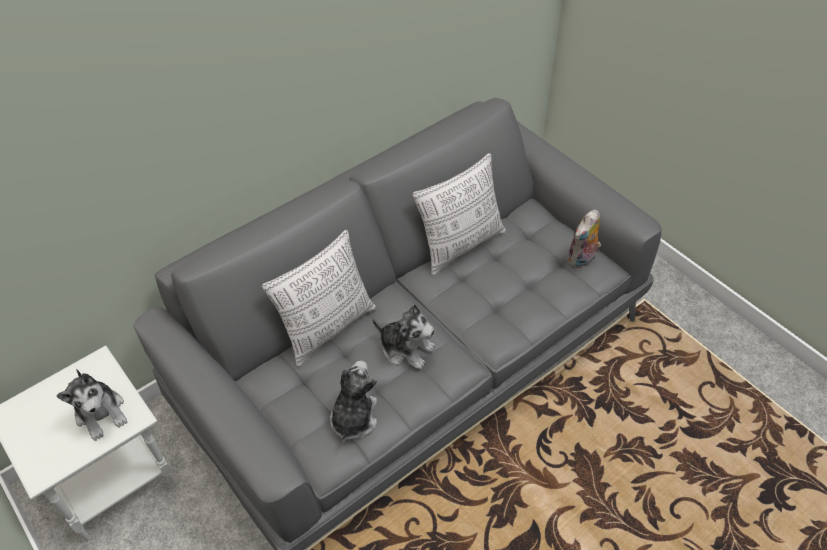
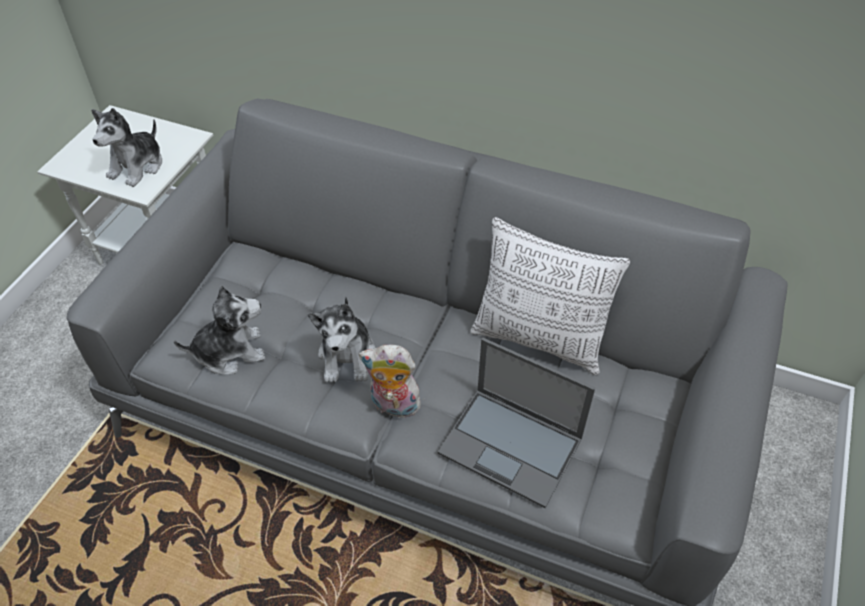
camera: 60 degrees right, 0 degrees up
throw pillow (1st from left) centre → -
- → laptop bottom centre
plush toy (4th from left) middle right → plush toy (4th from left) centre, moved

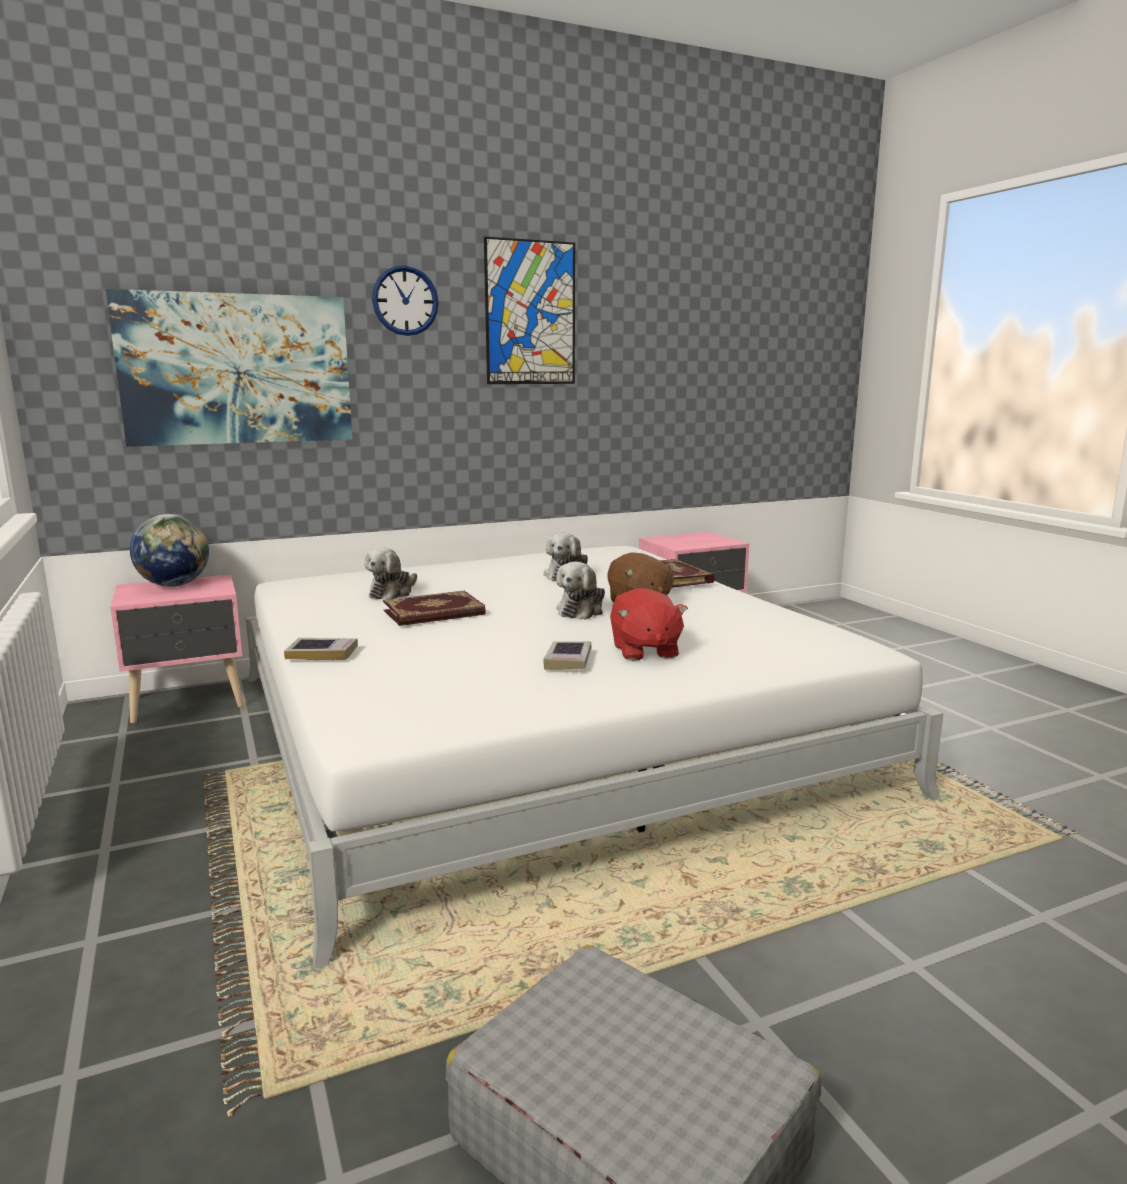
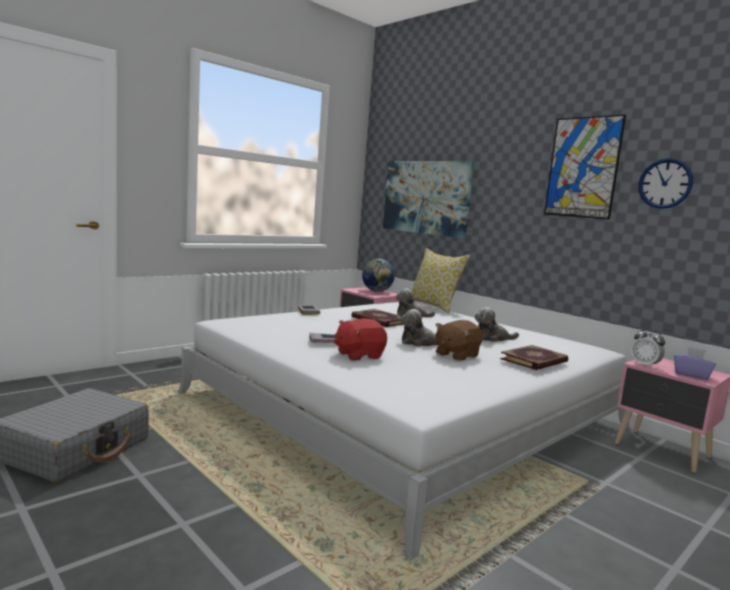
camera: 70 degrees right, 5 degrees down
- → throw pillow centre
- → bedside clock middle right
- → purple-coloured box of tissues middle right
hanging clock top centre → hanging clock top right, moved

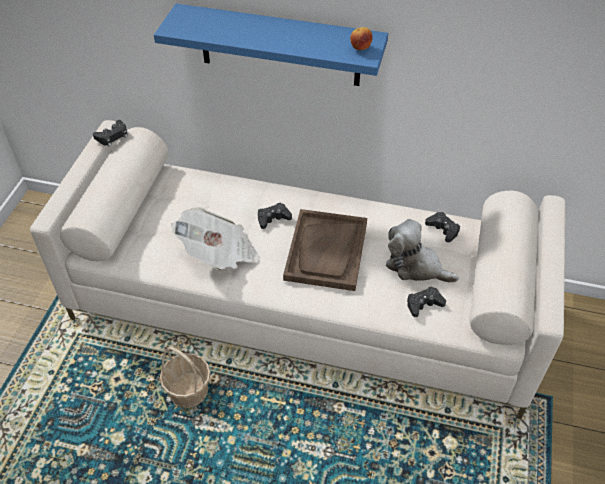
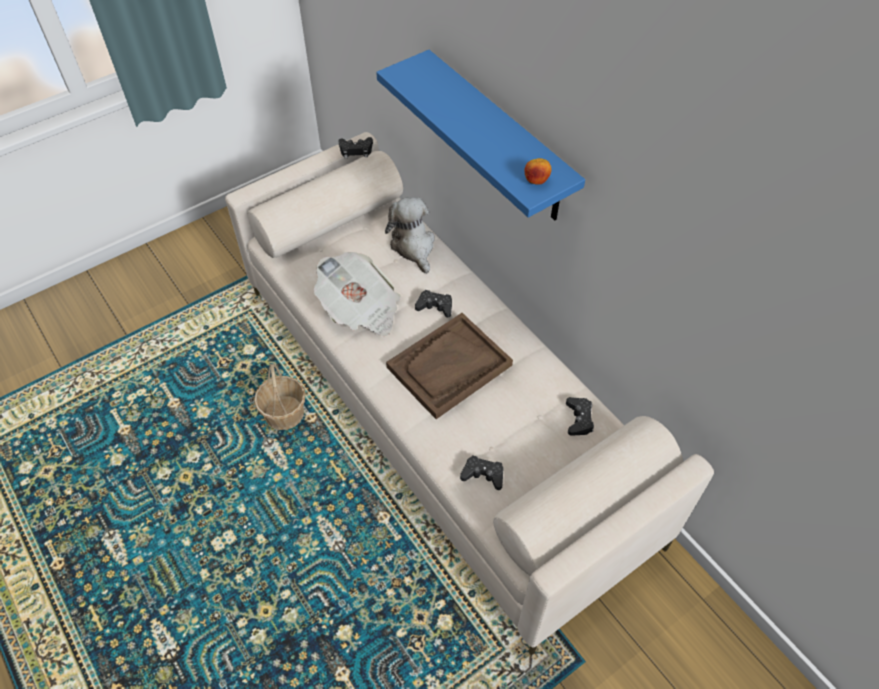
camera: 40 degrees right, 5 degrees up
plush toy middle right → plush toy centre, moved

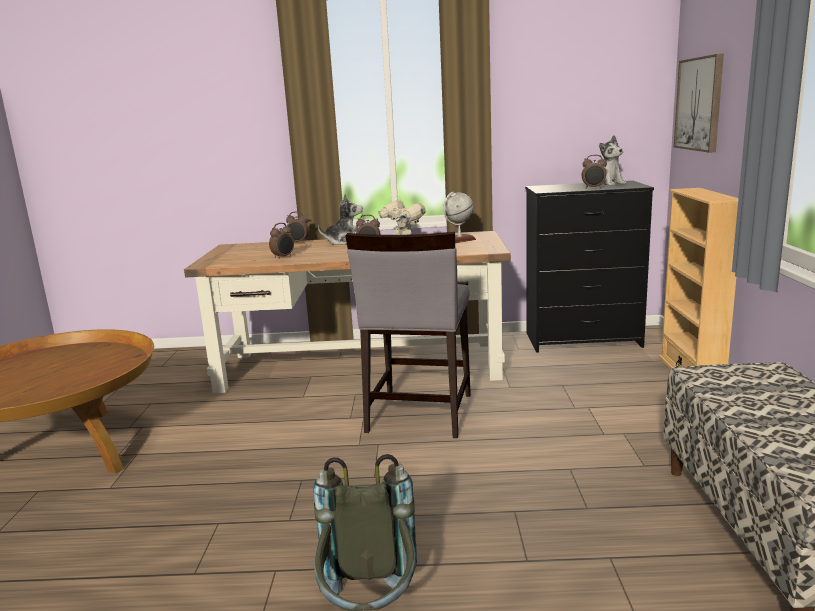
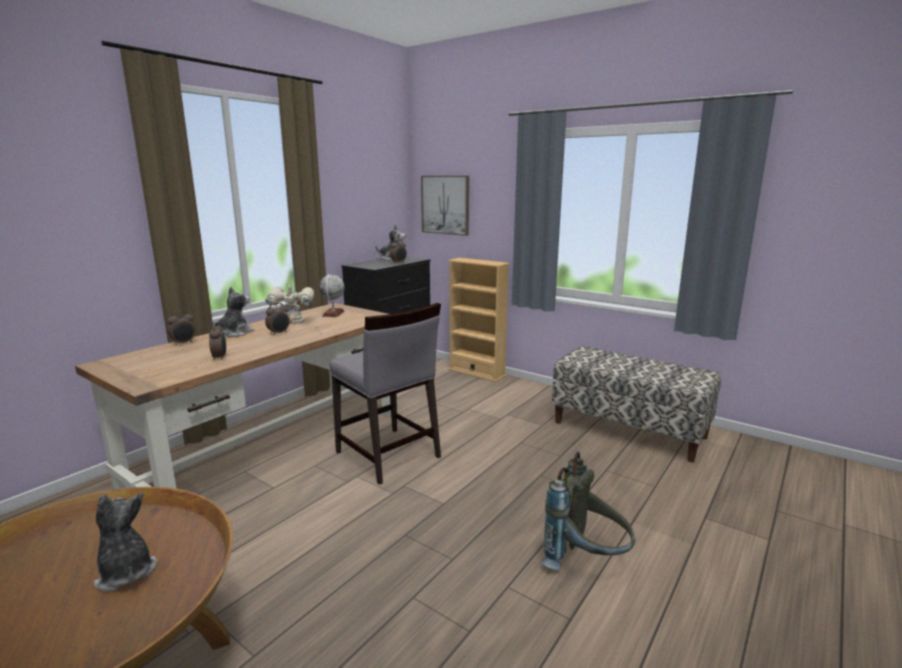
camera: 55 degrees left, 0 degrees up
- → plush toy (1st from left) bottom left

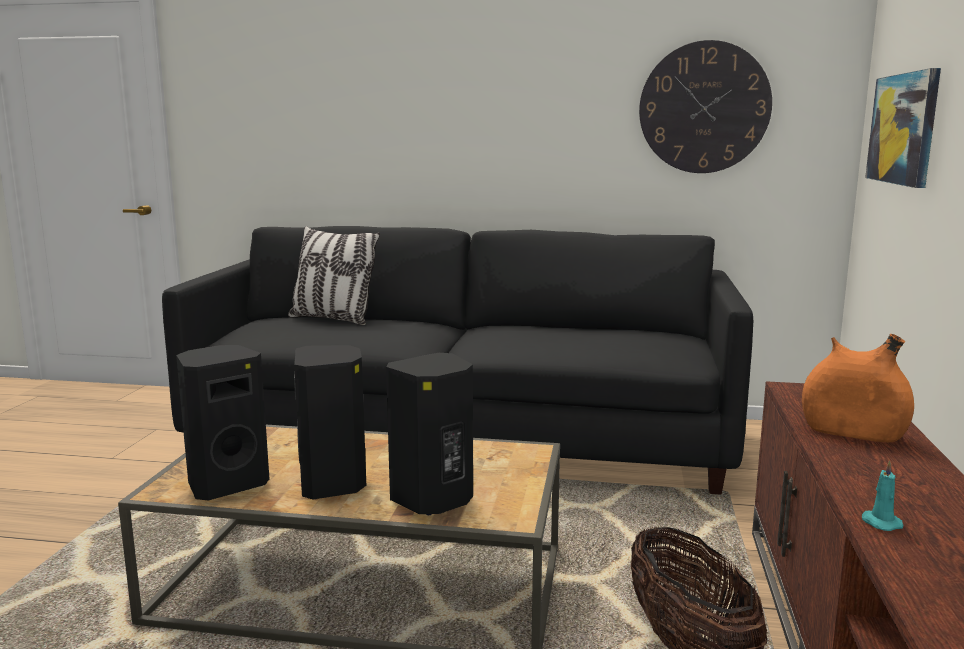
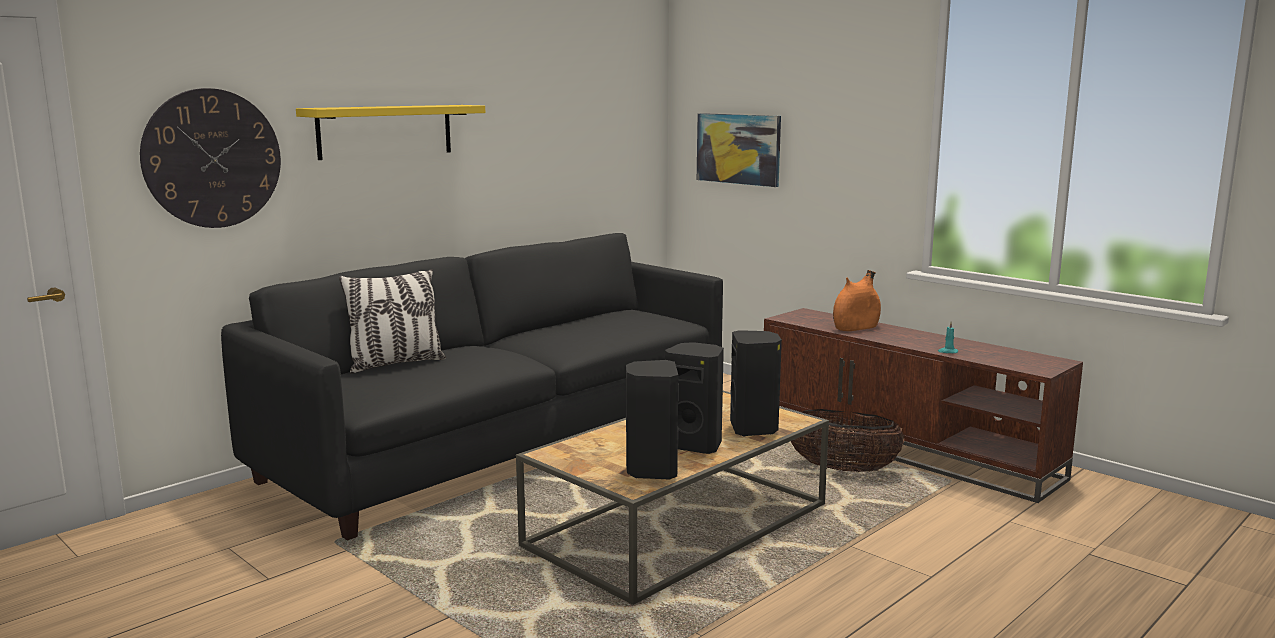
camera: 55 degrees left, 0 degrees up
- → yellow shelf top left
hanging clock top right → hanging clock top left, moved

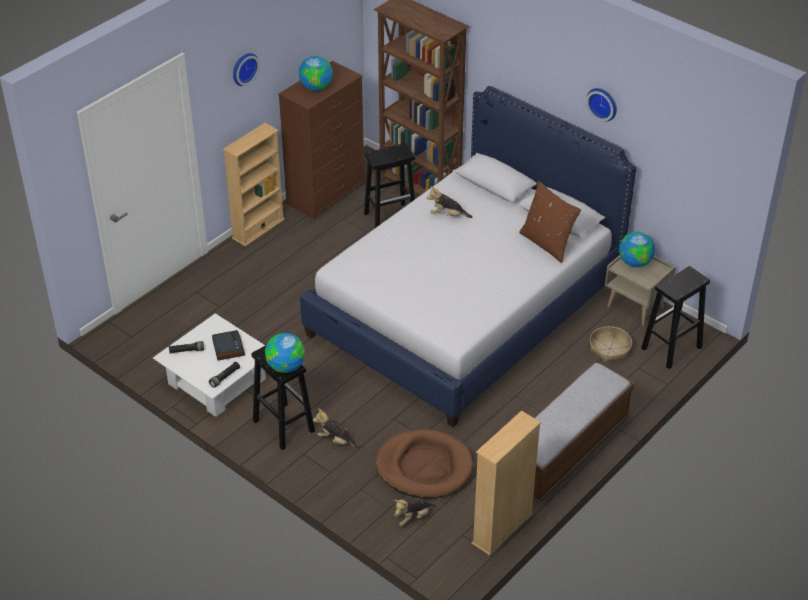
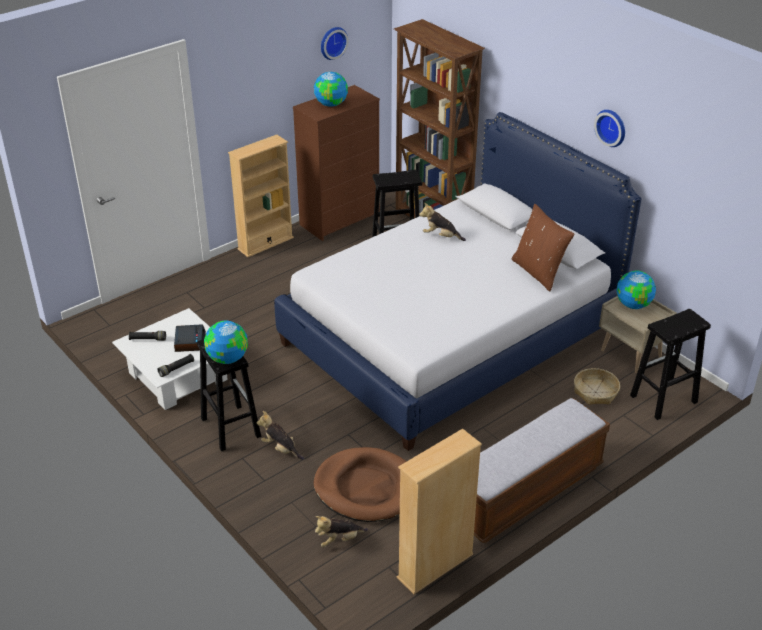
camera: 10 degrees right, 5 degrees down
hanging clock (1st from left) top left → hanging clock (1st from left) top centre, moved

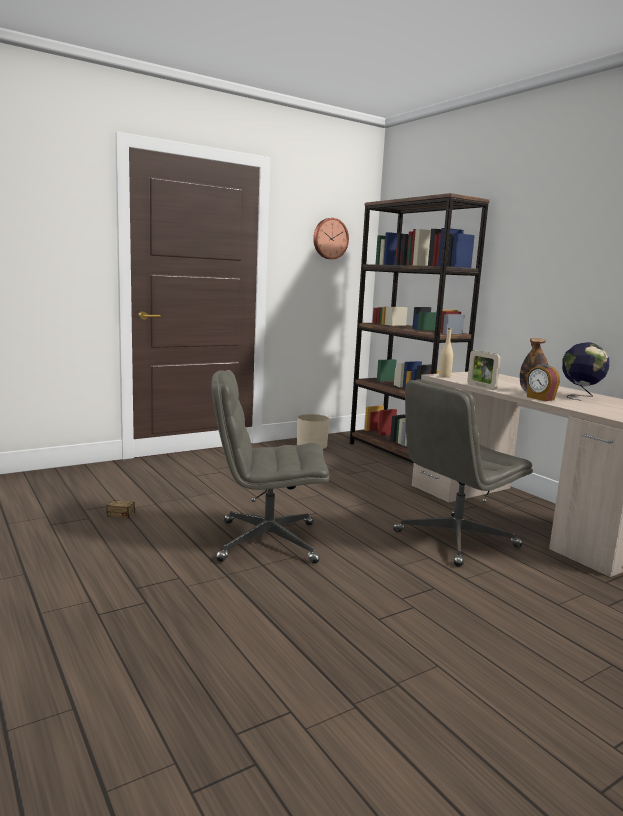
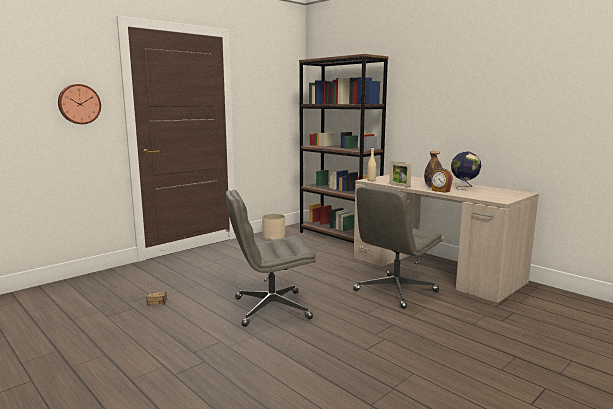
camera: 10 degrees left, 0 degrees up
hanging clock top centre → hanging clock top left, moved

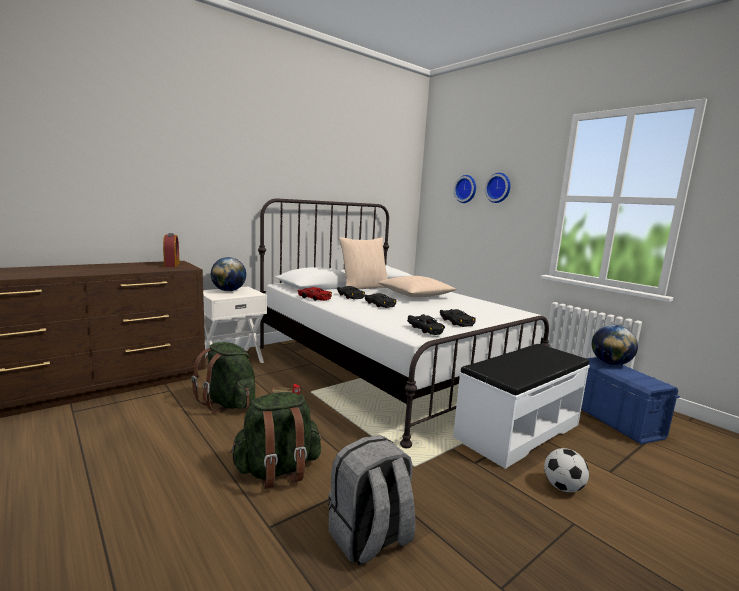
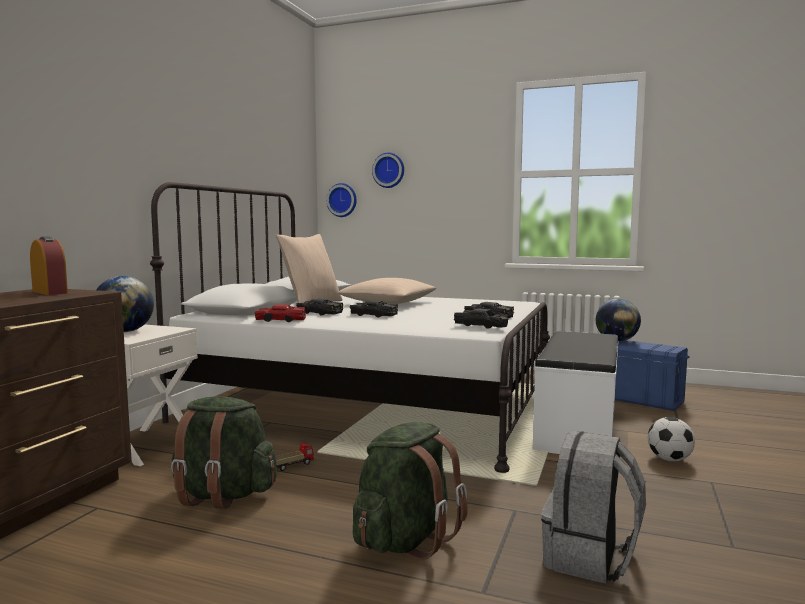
camera: 30 degrees left, 5 degrees down
hanging clock (2nd from left in the first image) top right → hanging clock (1st from left) top centre, moved

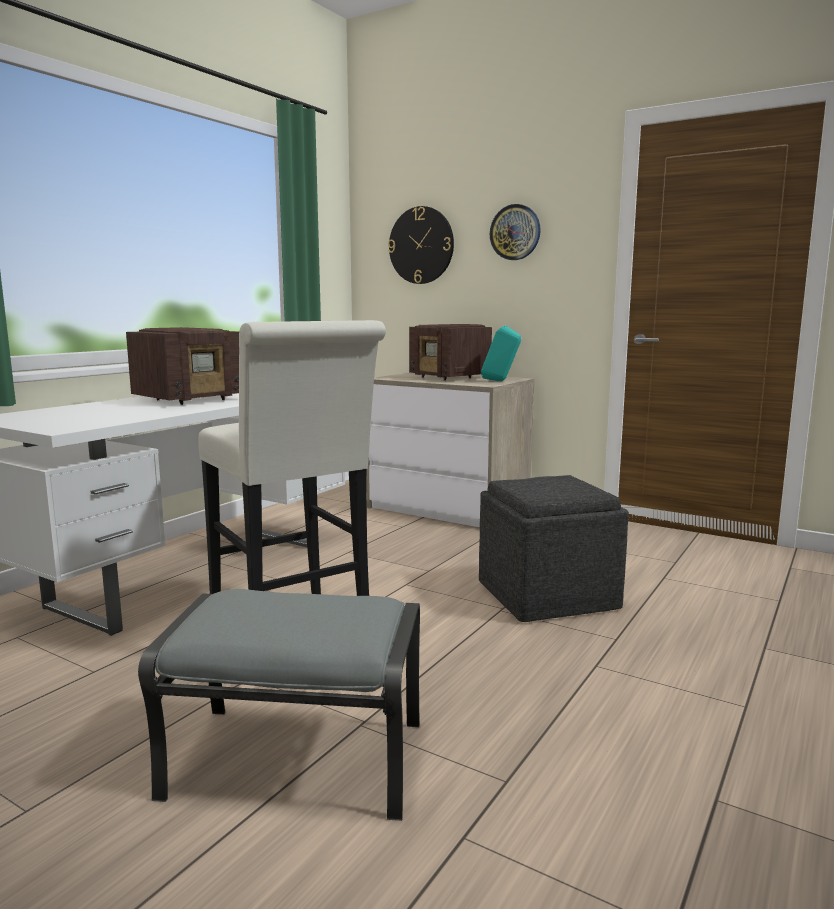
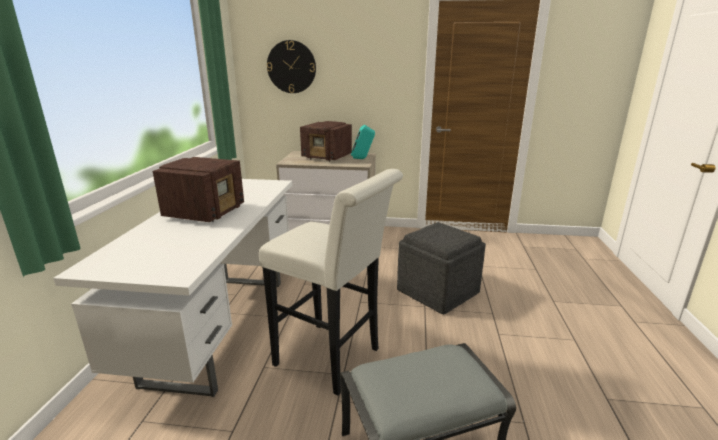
camera: 25 degrees left, 10 degrees up
hanging clock (2nd from left) top centre → -

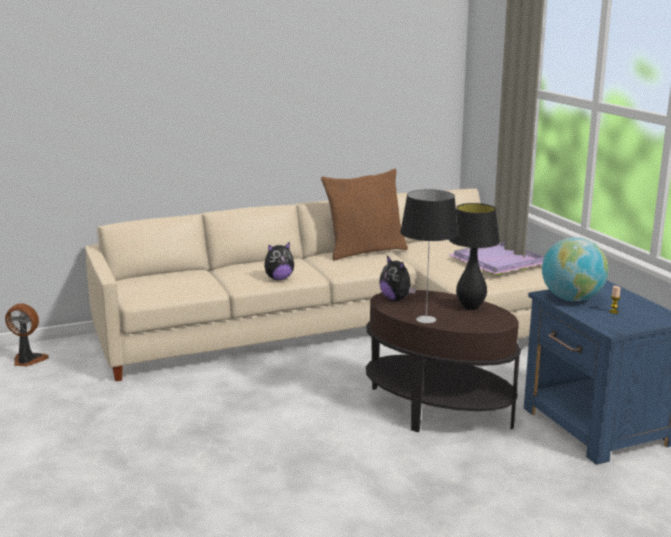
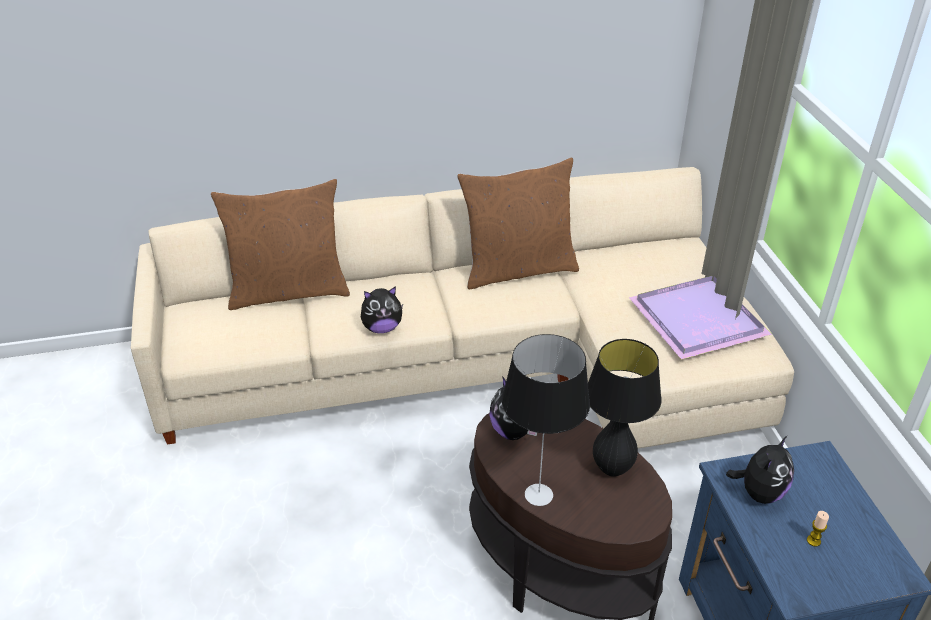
camera: 10 degrees right, 20 degrees up
fan middle left → -
- → brown-coloured throw pillow (1st from left) middle left
globe middle right → plush toy (3rd from left) bottom right

